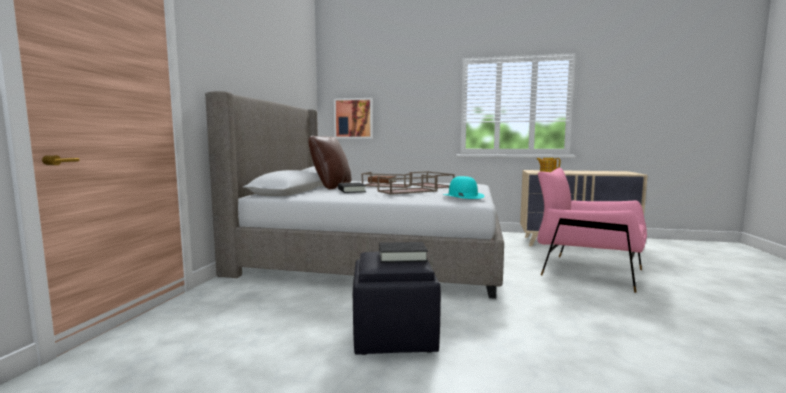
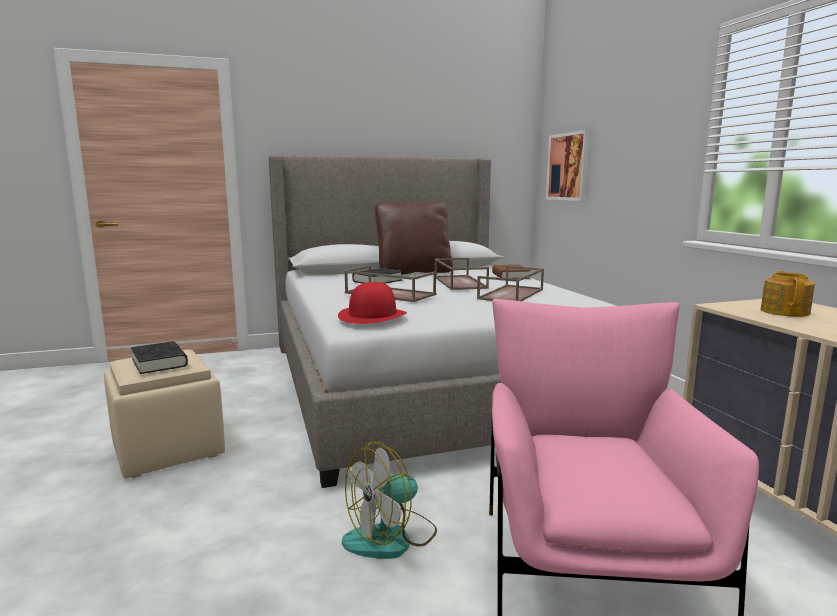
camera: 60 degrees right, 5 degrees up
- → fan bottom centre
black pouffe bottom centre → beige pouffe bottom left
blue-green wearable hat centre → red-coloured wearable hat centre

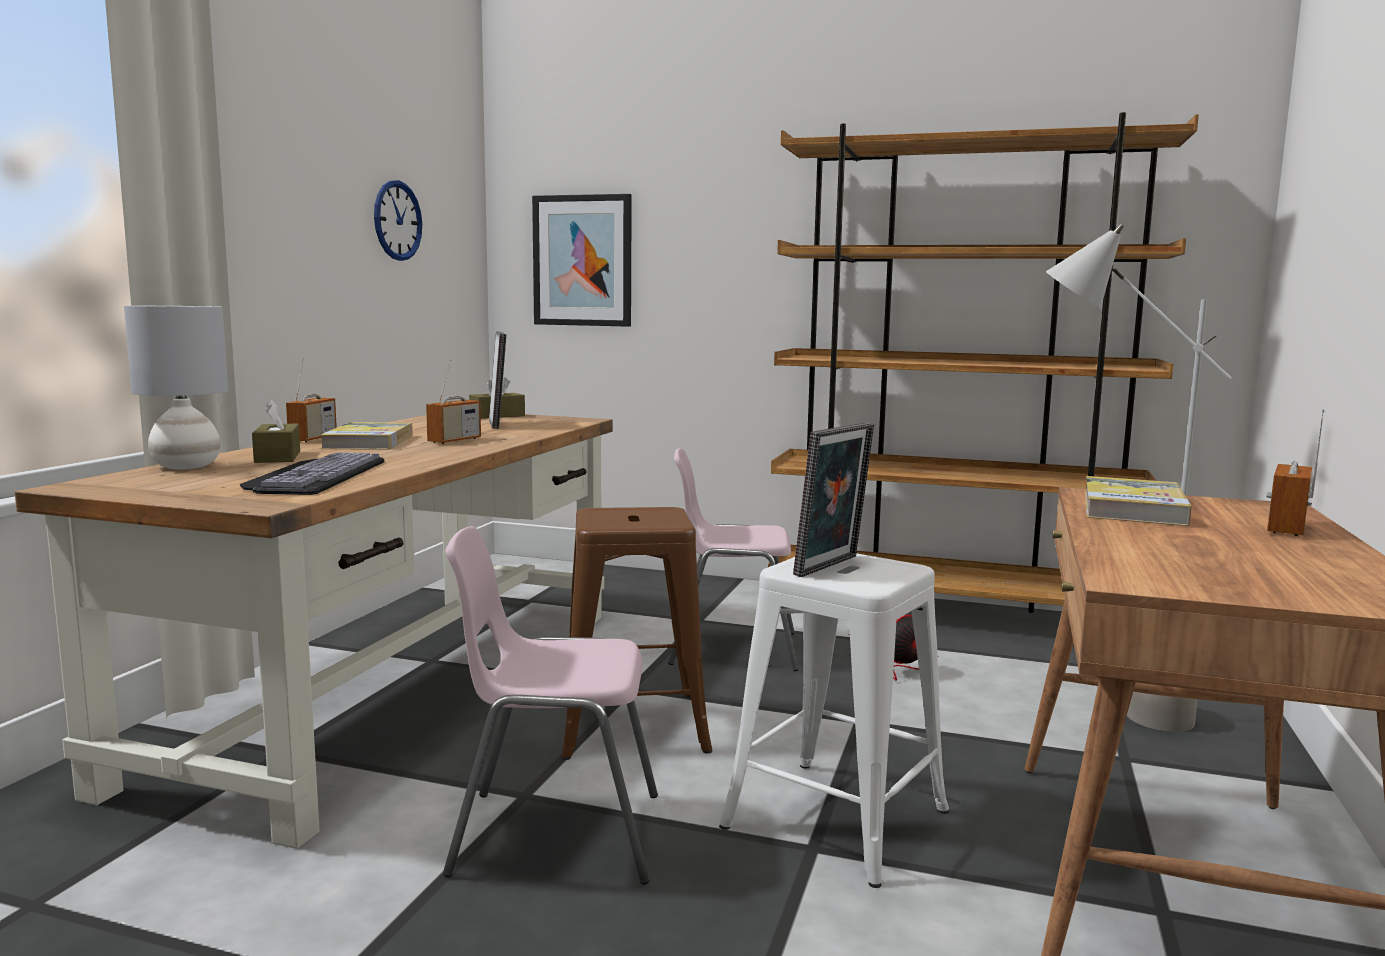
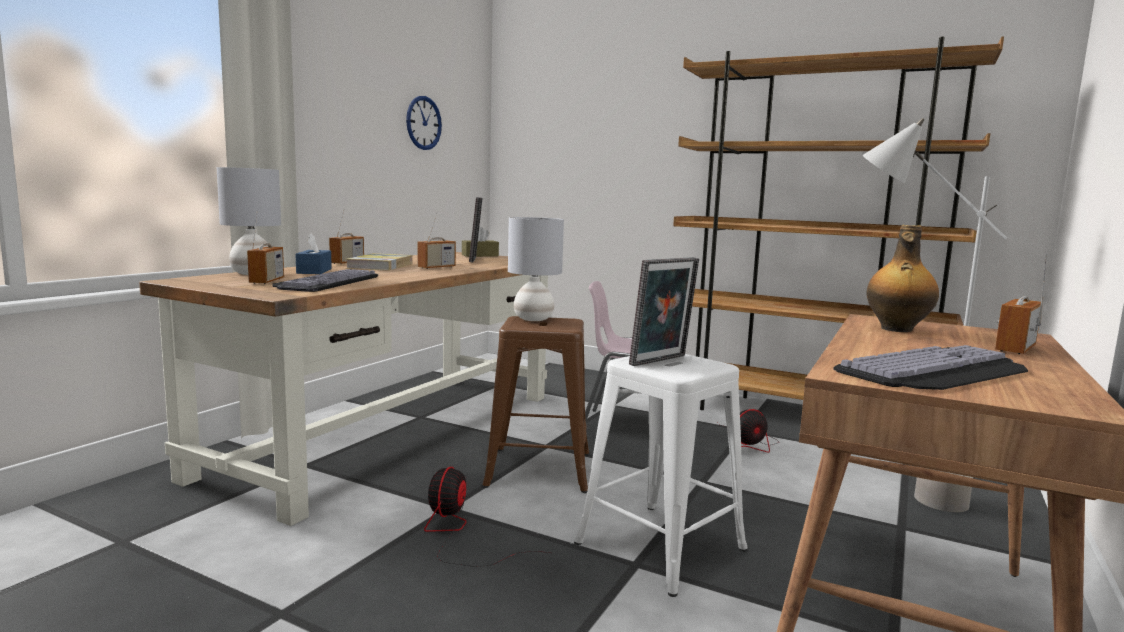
camera: 10 degrees right, 0 degrees up
wall art top centre → -
- → radio set (1st from left) middle left
- → gray tabletop lamp (2nd from left) centre
- → PC keyboard (2nd from left) middle right
pink chair (1st from left) bottom centre → fan (1st from left) bottom centre
bound book (2nd from left) middle right → drink bottle middle right
brown-coloured box of tissues (1st from left) middle left → blue box of tissues middle left

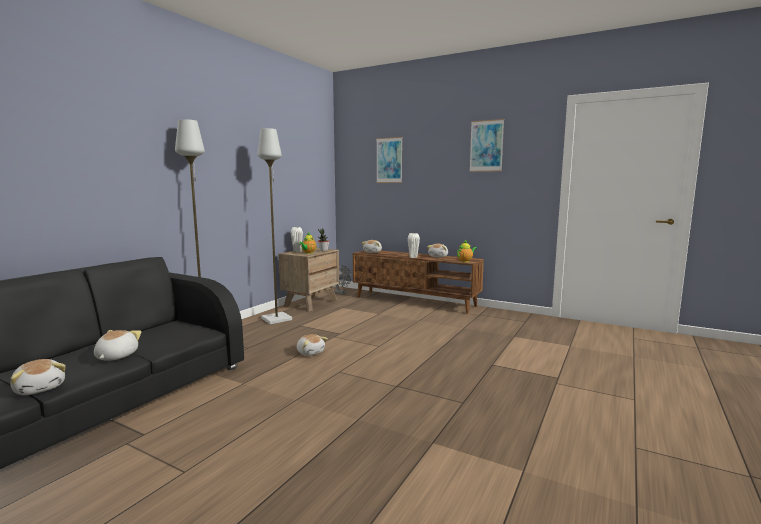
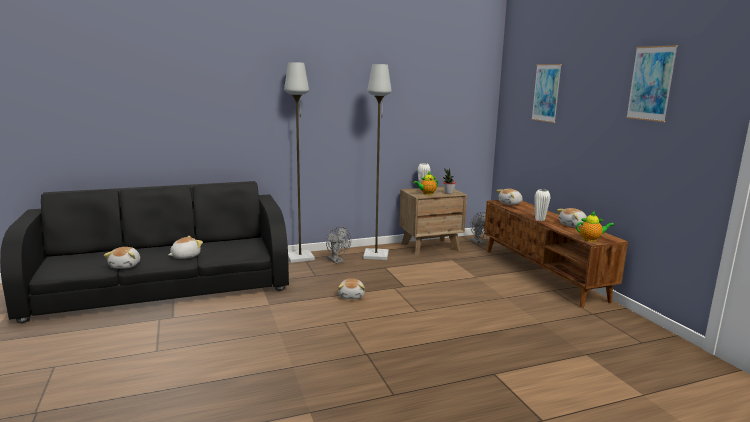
camera: 40 degrees right, 5 degrees up
- → gray fan (1st from left) centre

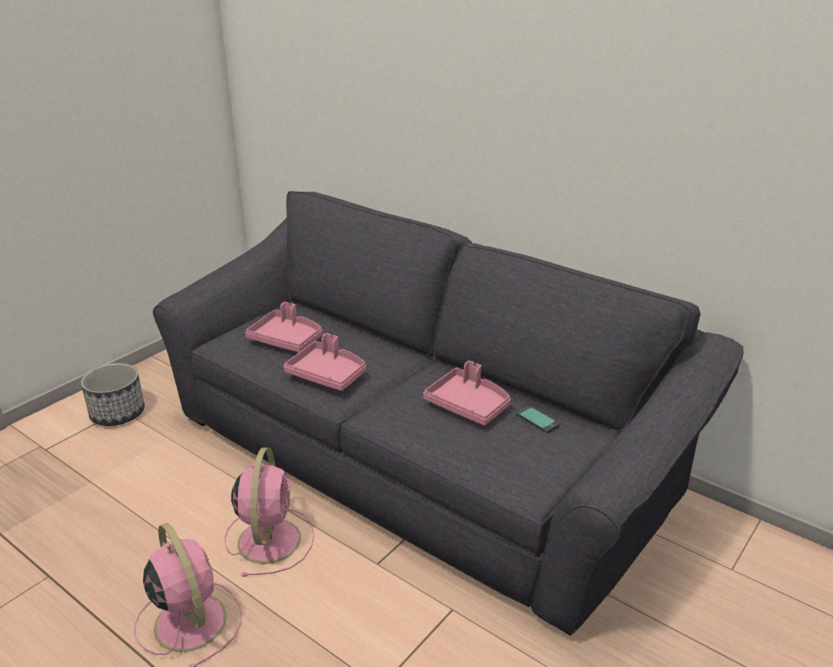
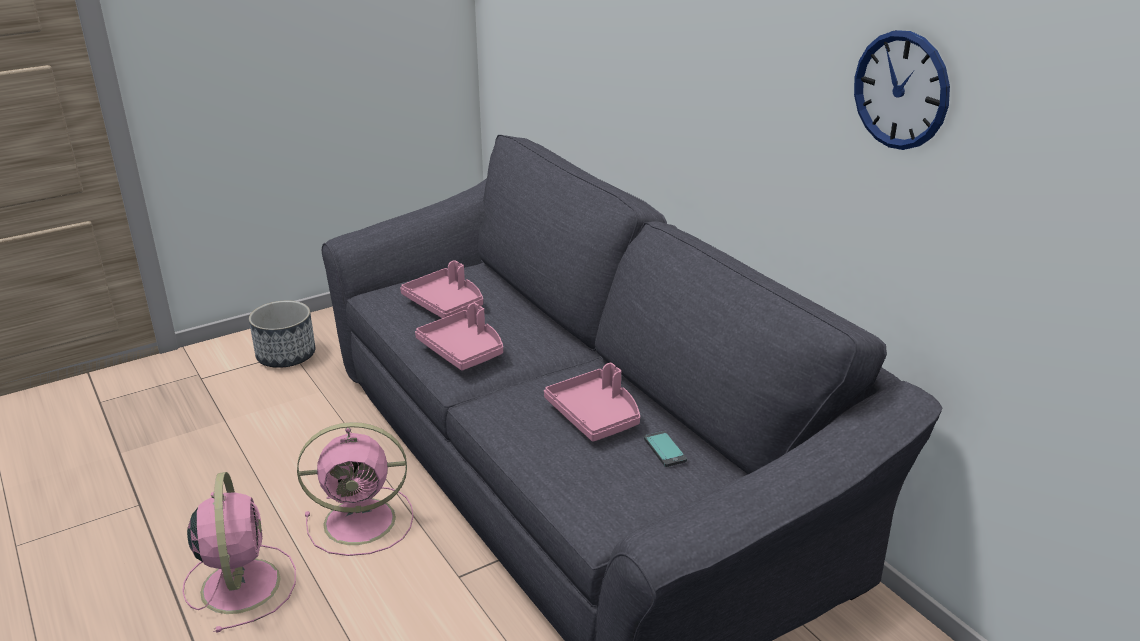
camera: 20 degrees right, 0 degrees up
- → hanging clock top right
pink fan (2nd from left) bottom left, 60 degrees clockwise

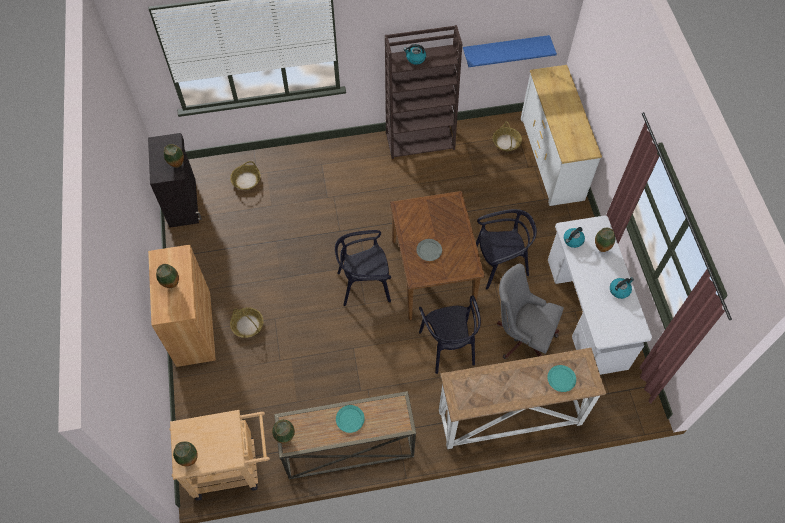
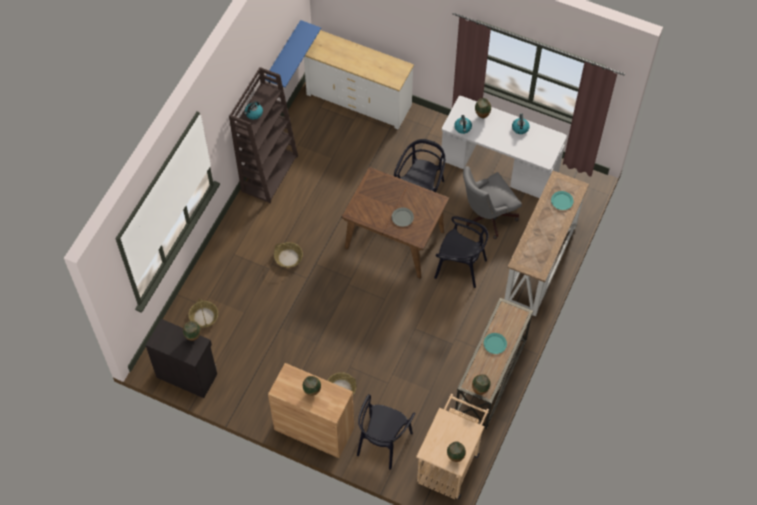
camera: 55 degrees left, 0 degrees up
black chair (1st from left) centre → black chair (1st from left) bottom centre, moved
storage basket (3rd from left in the first image) top centre → storage basket (2nd from left) centre, moved

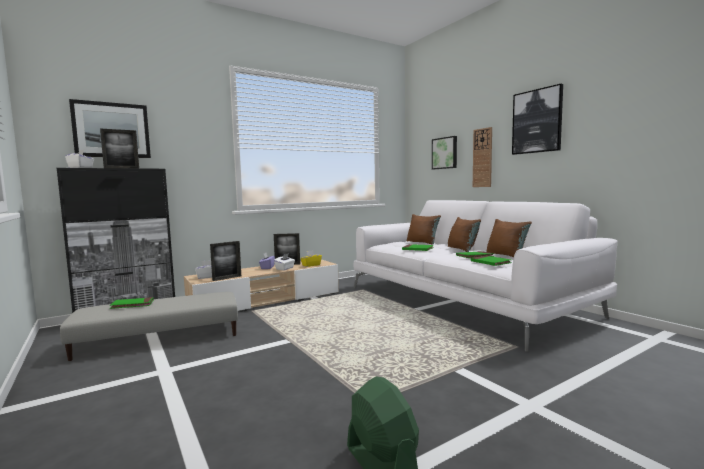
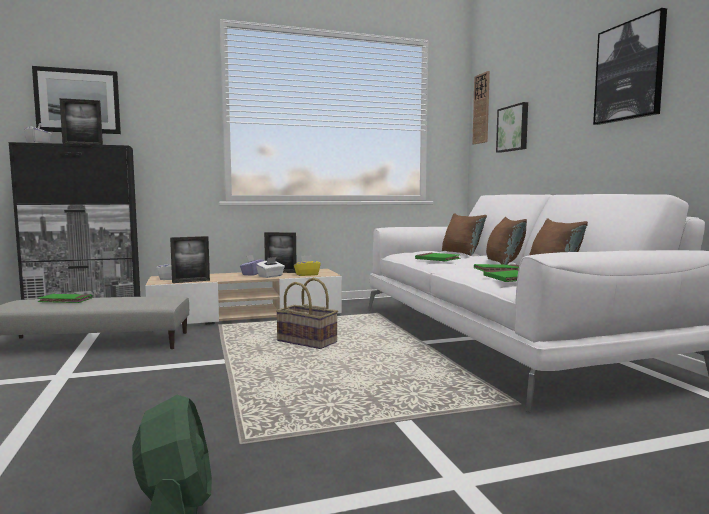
camera: 15 degrees right, 0 degrees up
- → storage basket centre
hanging clock middle right → hanging clock top right, moved

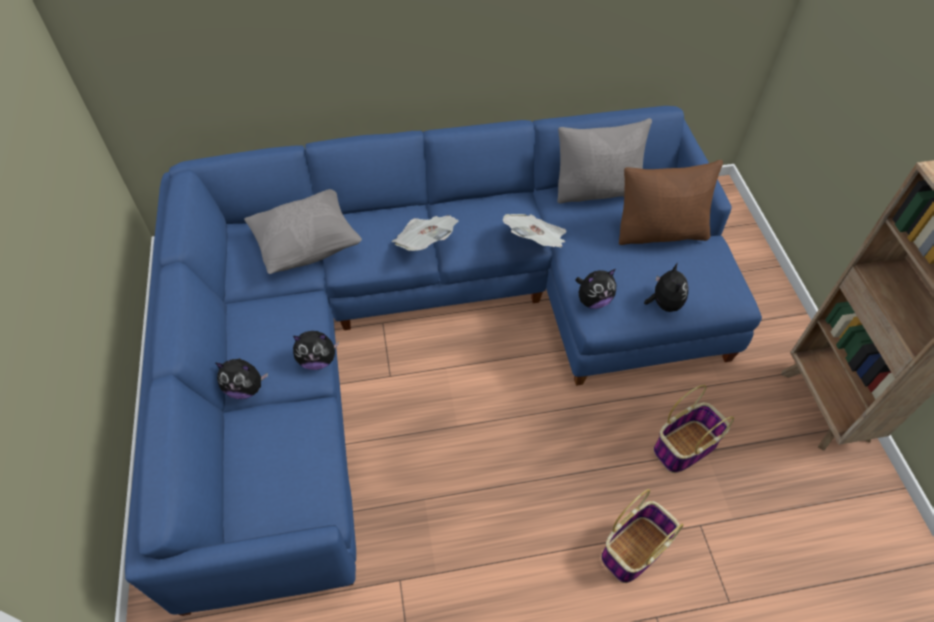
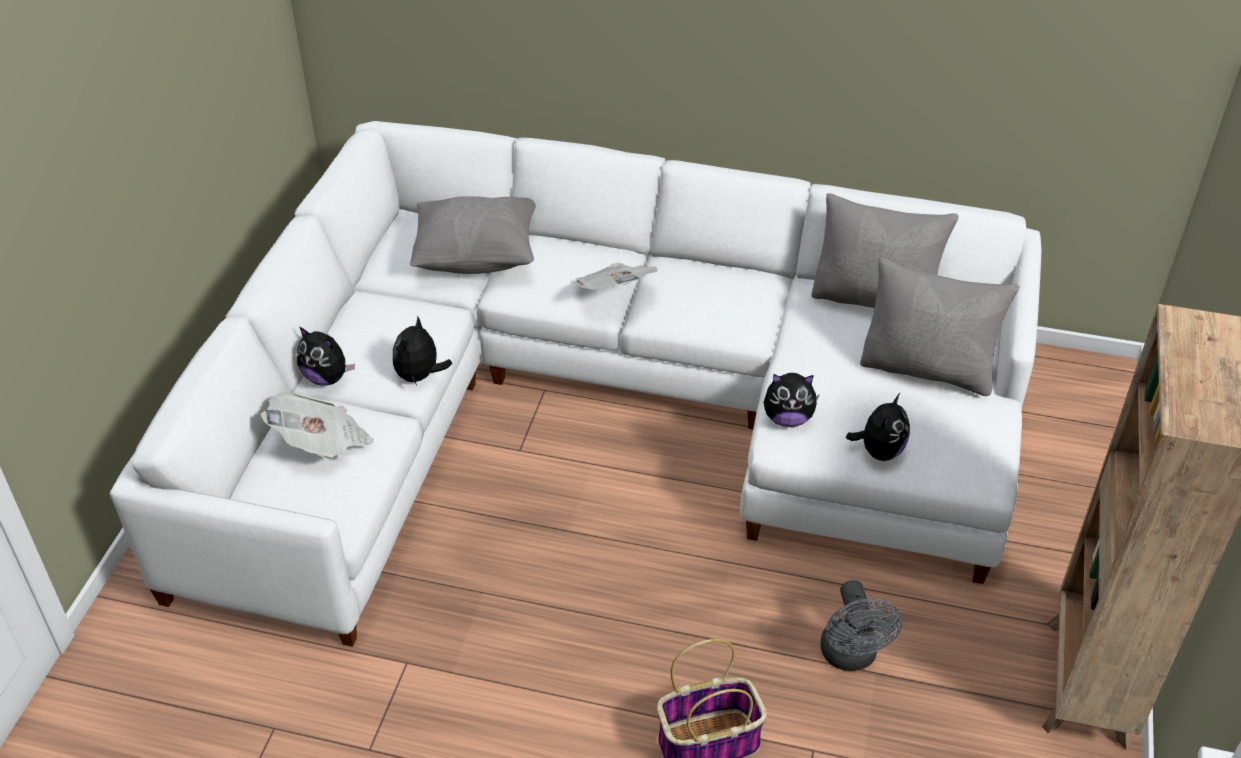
camera: 25 degrees right, 10 degrees down
printed paper (2nd from left in the first image) centre → printed paper (1st from left) middle left, moved
storage basket (2nd from left) bottom right → gray fan bottom right
blue settee centre → white-coloured settee centre
brown-coloured throw pillow top right → gray throw pillow (3rd from left) middle right
plush toy (2nd from left) centre, 90 degrees clockwise

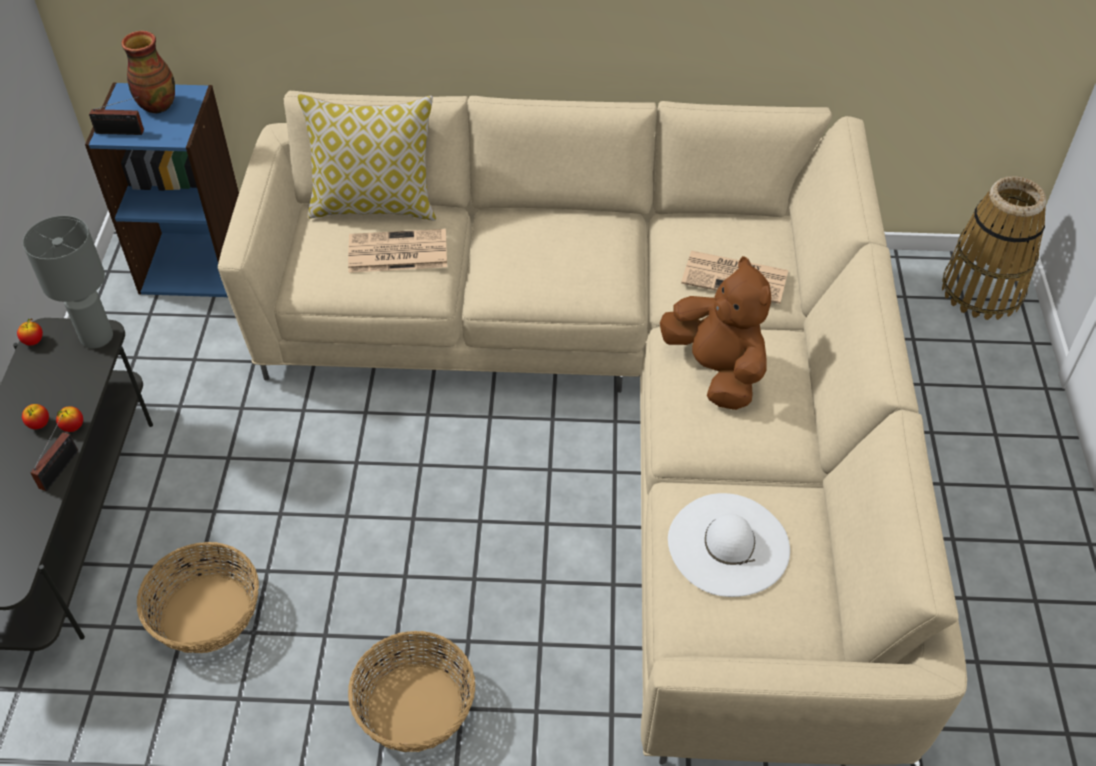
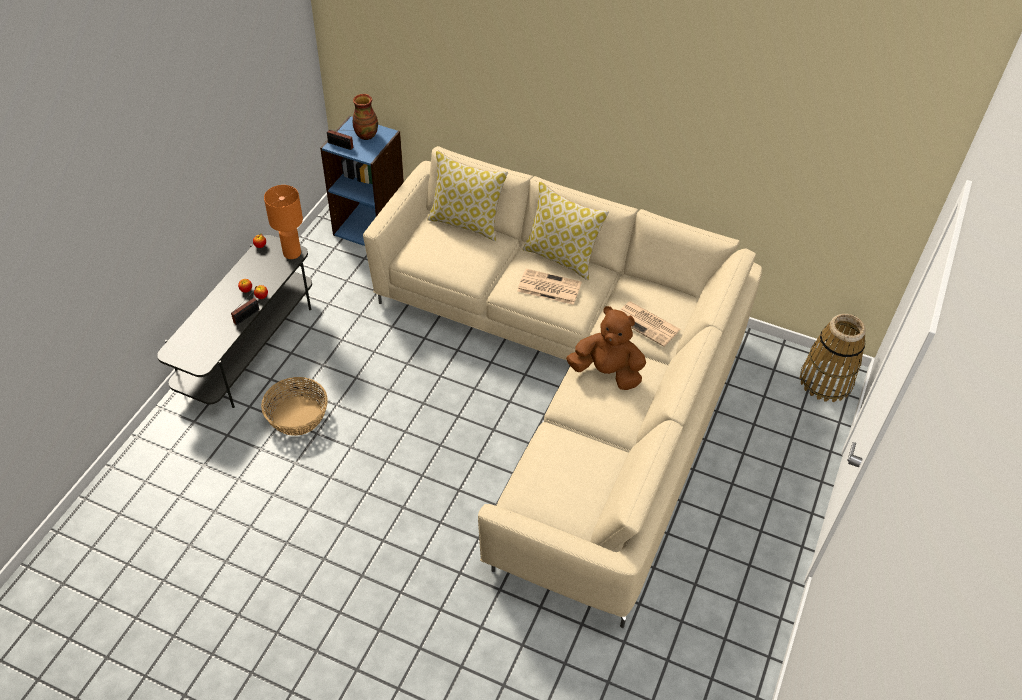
camera: 20 degrees right, 0 degrees up
storage basket (2nd from left) bottom centre → -
white-coloured wearable hat bottom centre → -
- → throw pillow (2nd from left) top centre
printed paper (1st from left) top centre → printed paper (1st from left) centre, moved
gray tabletop lamp middle left → orange-coloured tabletop lamp top left
brown-coloured plush toy centre, 60 degrees counterclockwise

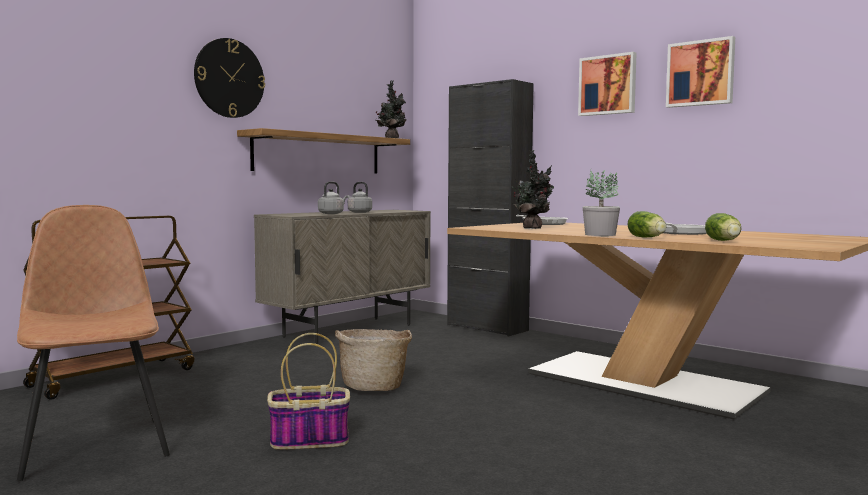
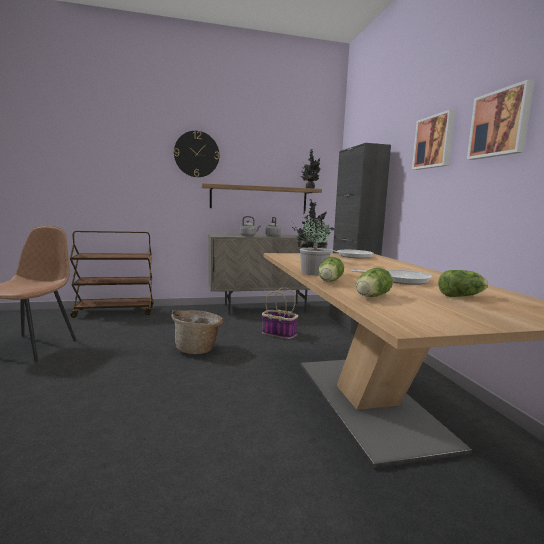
camera: 35 degrees right, 5 degrees up
- → lettuce (3rd from left) middle right
storage basket (1st from left in the first image) bottom centre → storage basket (2nd from left) centre, moved

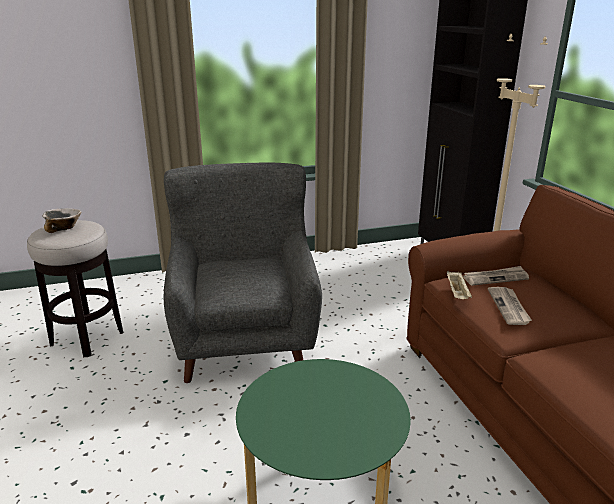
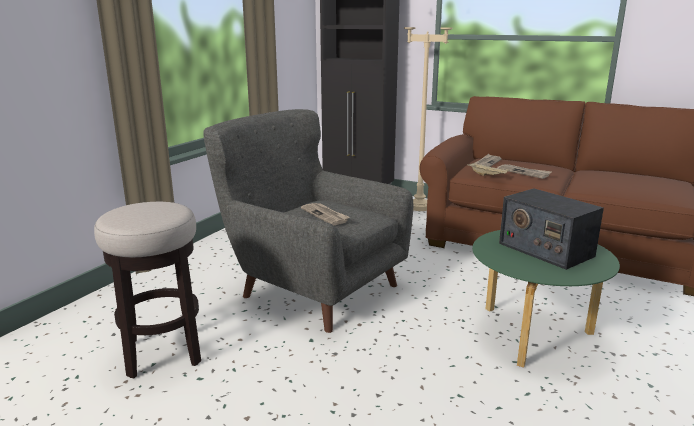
camera: 45 degrees left, 5 degrees down
bowl middle left → -
- → printed paper (1st from left) centre
- → radio set middle right

